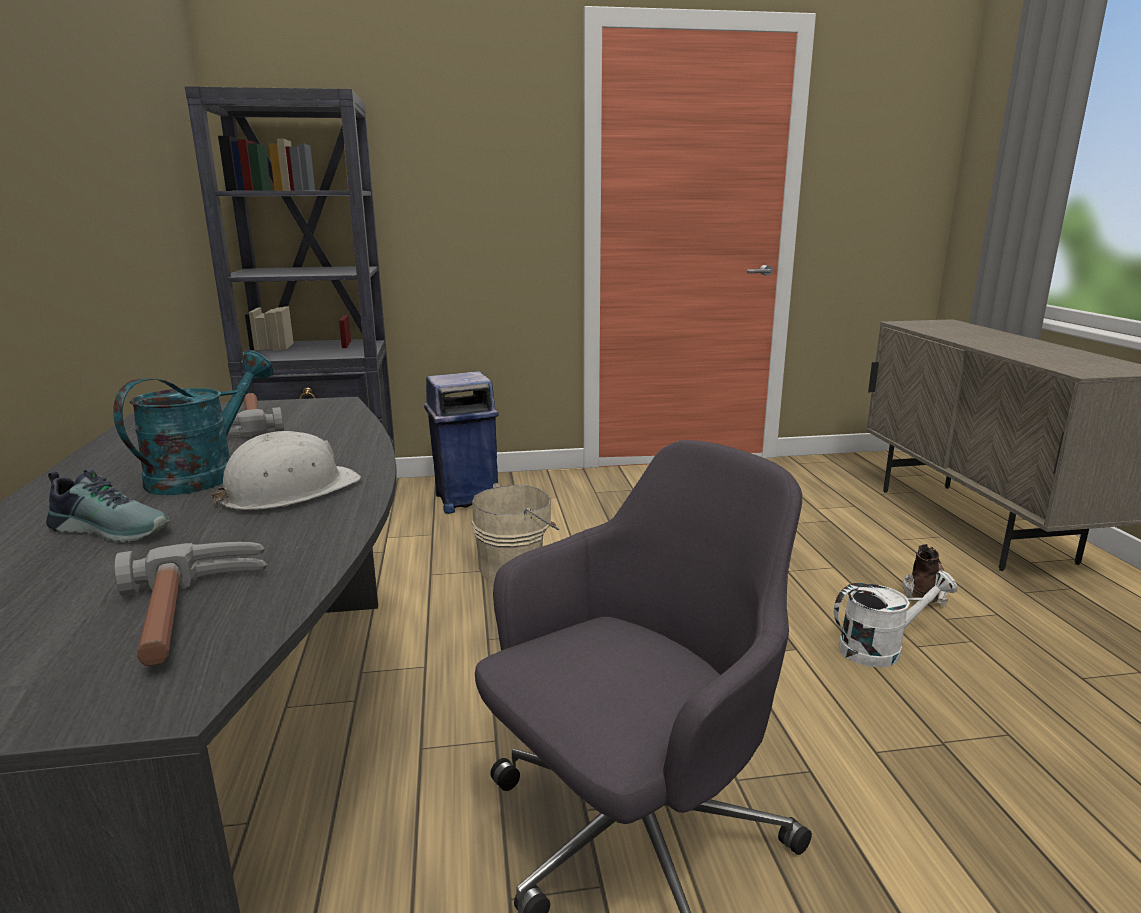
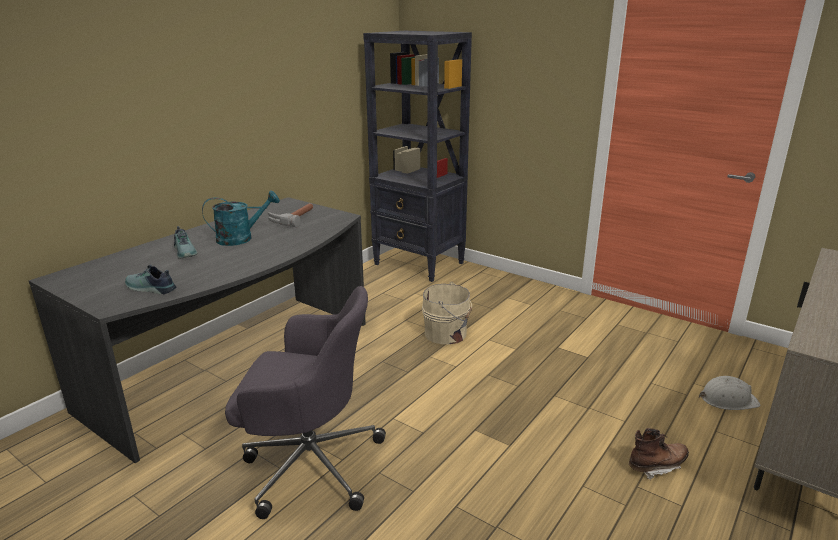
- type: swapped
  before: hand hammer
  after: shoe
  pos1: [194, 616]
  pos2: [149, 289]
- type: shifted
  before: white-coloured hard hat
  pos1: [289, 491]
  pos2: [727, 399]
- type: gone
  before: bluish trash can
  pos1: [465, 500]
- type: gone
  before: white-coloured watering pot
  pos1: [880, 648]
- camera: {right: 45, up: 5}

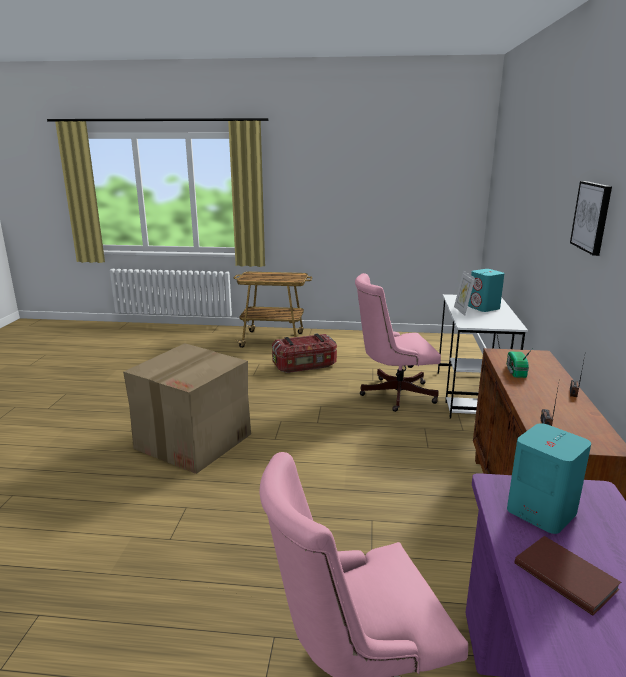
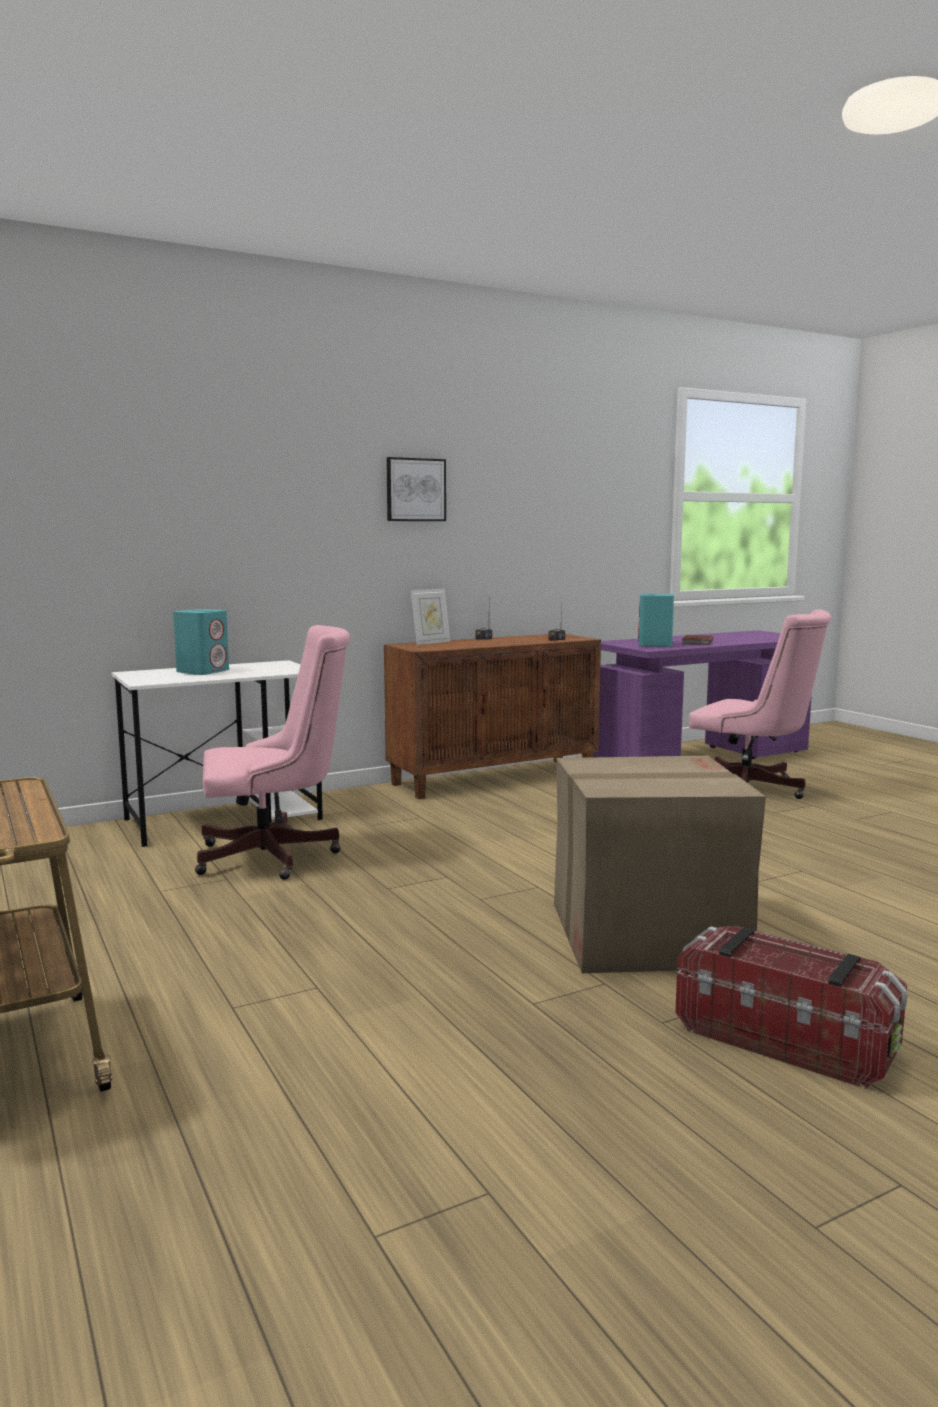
- type: shifted
  before: storage bin
  pos1: [305, 366]
  pos2: [785, 1039]
- type: rotated
  before: pink office chair
  pos1: [392, 394]
  pos2: [276, 856]
  turn: -60
- type: shifted
  before: picture frame
  pos1: [462, 311]
  pos2: [431, 642]
- type: gone
  before: radio receiver
  pos1: [515, 372]
- camera: {right: -125, up: -10}

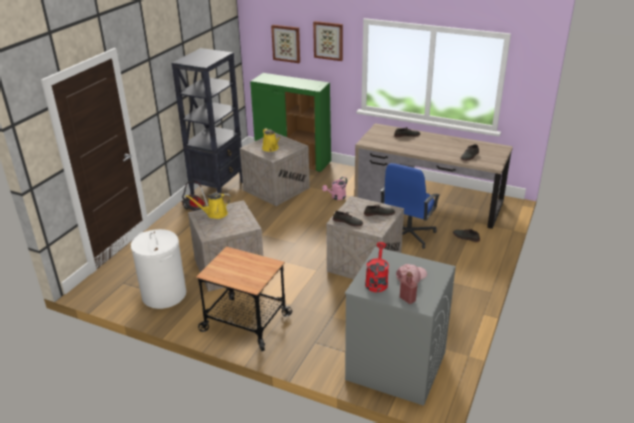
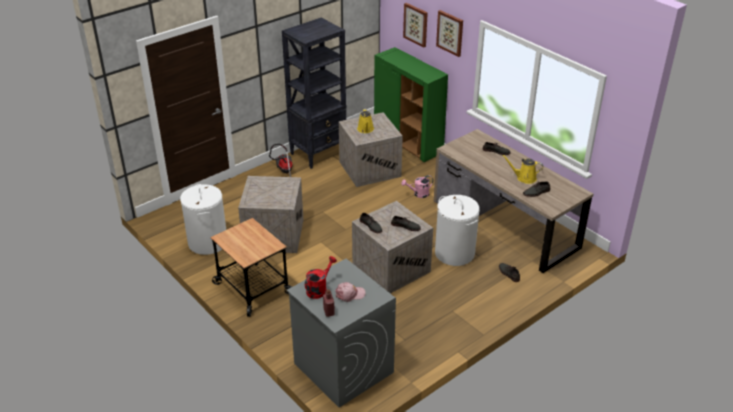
- type: shifted
  before: yellow watering pot
  pos1: [215, 214]
  pos2: [524, 178]
- type: swapped
  before: bluish office chair
  after: white-coloured washing basket
  pos1: [408, 235]
  pos2: [454, 253]
- camera: {right: 25, up: 5}

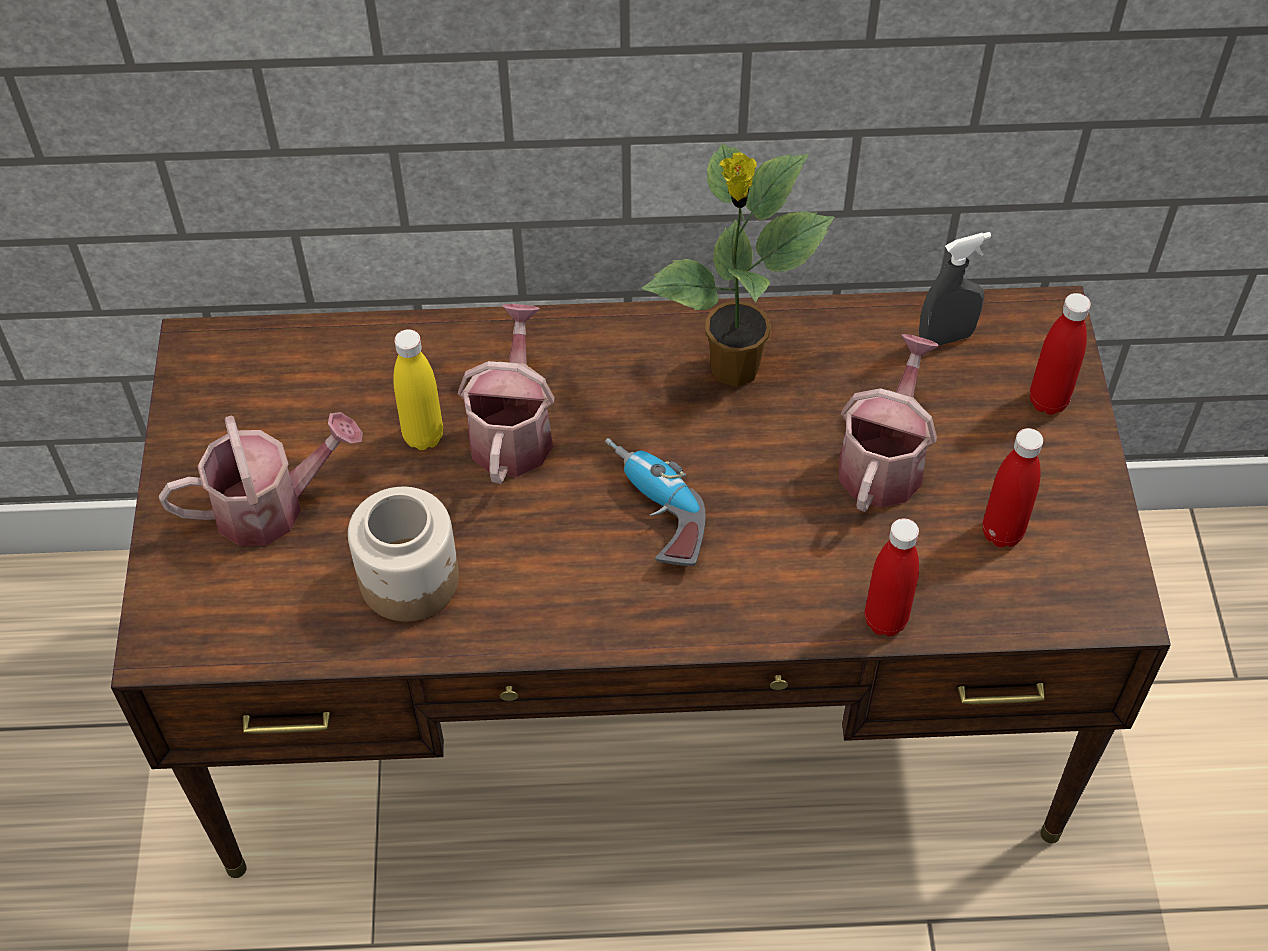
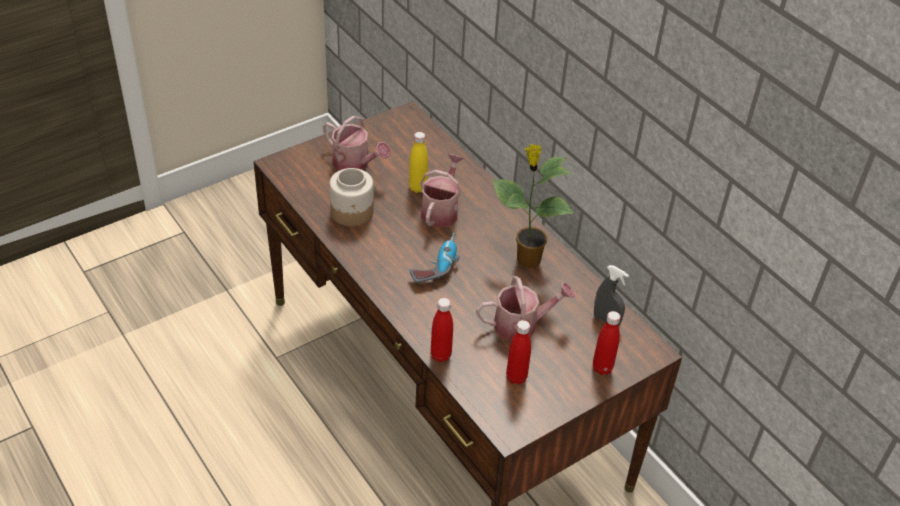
- type: rotated
  before: watering pot
  pos1: [512, 430]
  pos2: [441, 210]
  turn: -45
- camera: {right: 55, up: -10}

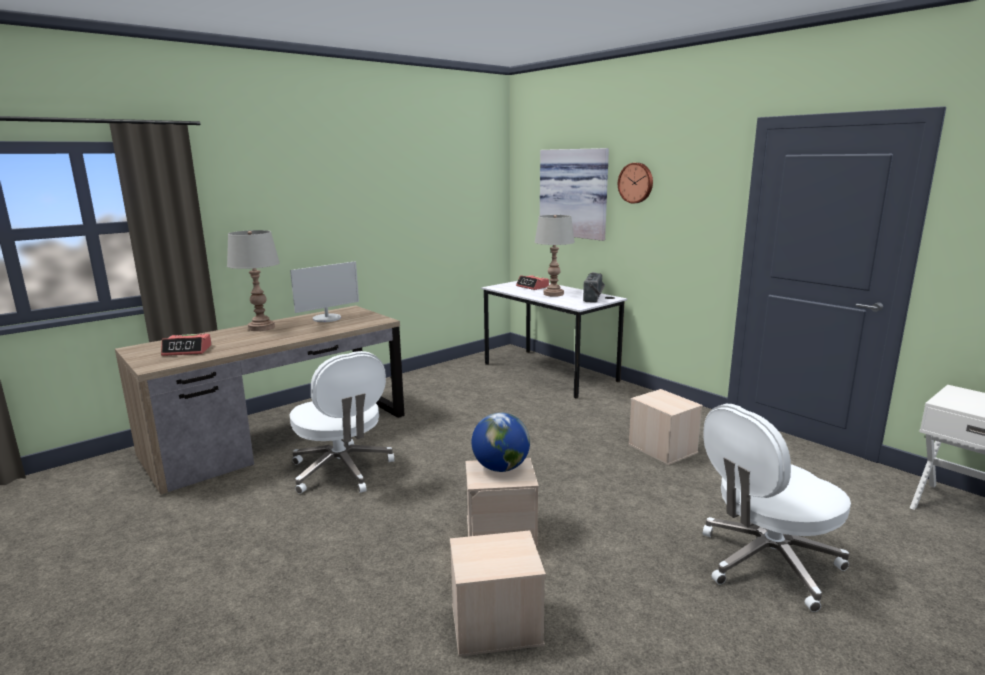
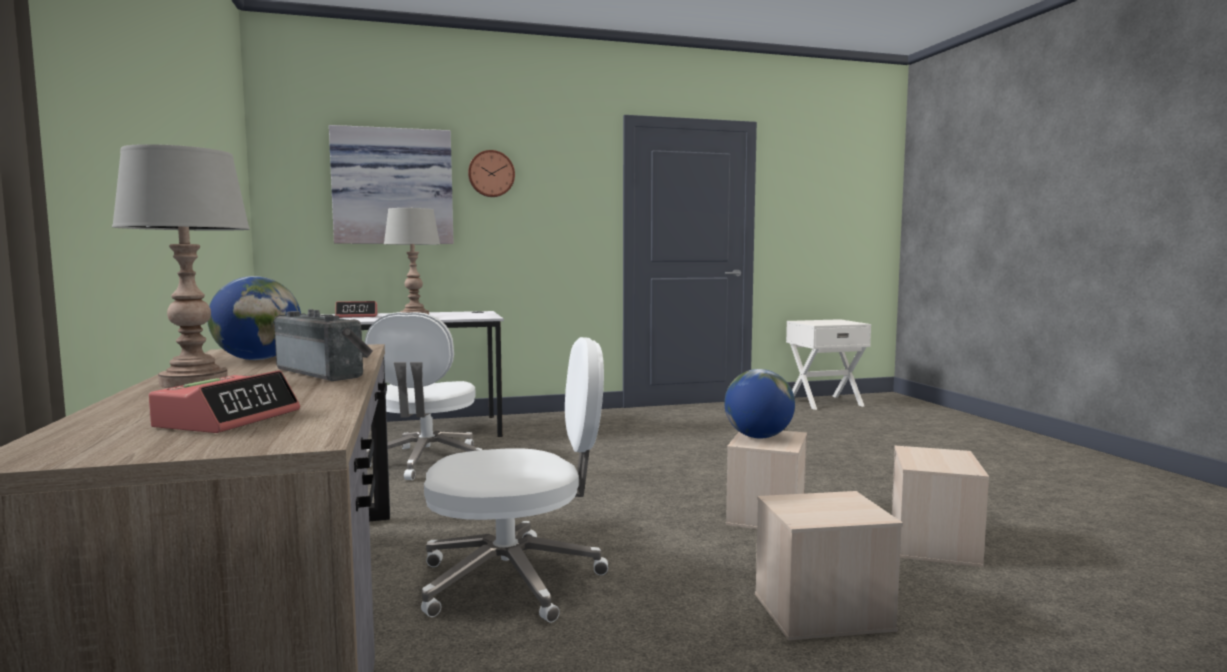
- type: swapped
  before: monitor
  after: world globe
  pos1: [327, 318]
  pos2: [257, 359]
- type: shifted
  before: radio receiver
  pos1: [595, 298]
  pos2: [325, 372]
- type: shifted
  before: beige-coloured storage bin
  pos1: [661, 448]
  pos2: [821, 612]
- type: shifted
  before: white-coloured office chair
  pos1: [766, 563]
  pos2: [426, 462]
- camera: {right: -65, up: -10}

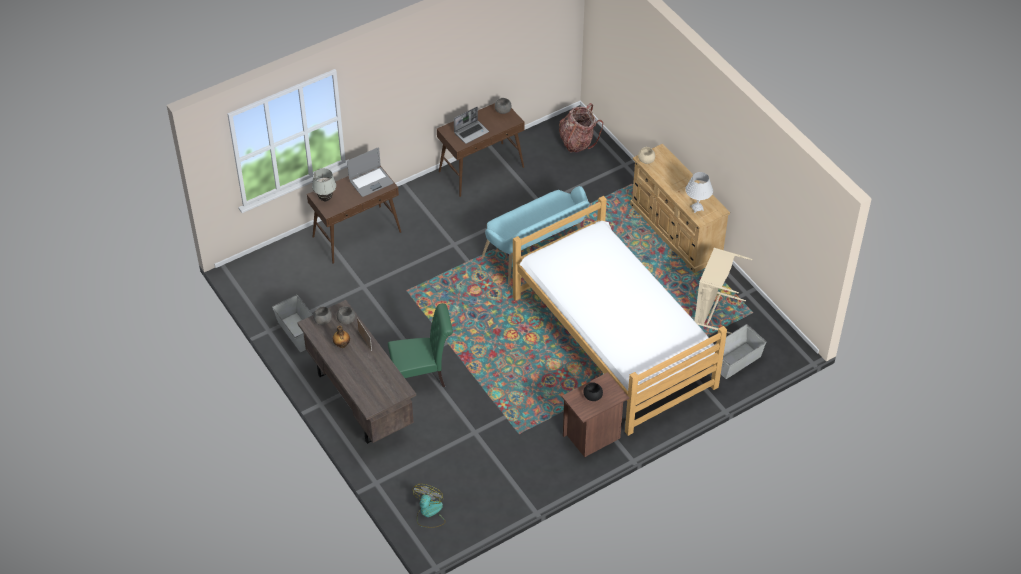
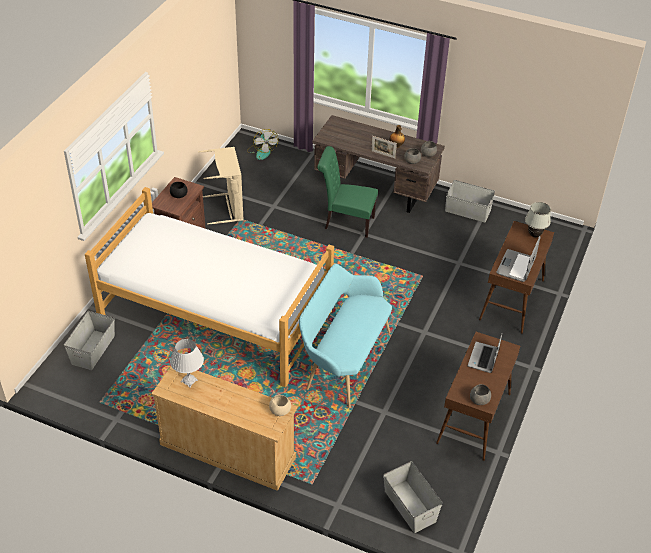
- type: rotated
  before: green chair
  pos1: [422, 377]
  pos2: [346, 222]
  turn: 60
- type: swapped
  before: rucksack
  after: greyish storage bin
  pos1: [577, 142]
  pos2: [409, 506]
- type: shifted
  before: beige-coloured washing basket
  pos1: [714, 310]
  pos2: [228, 208]
- camera: {right: 145, up: -5}

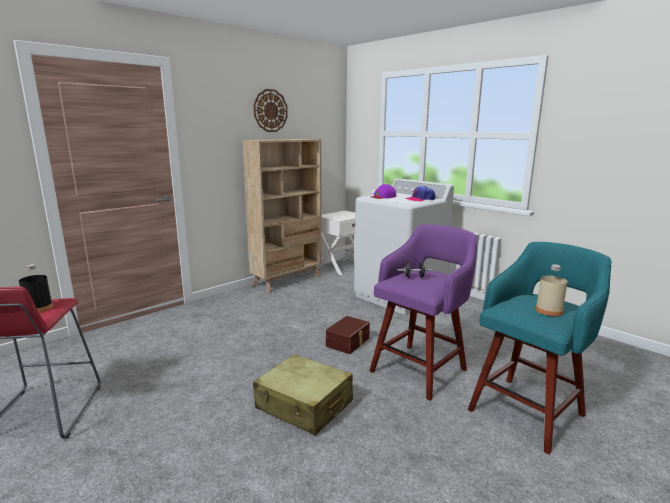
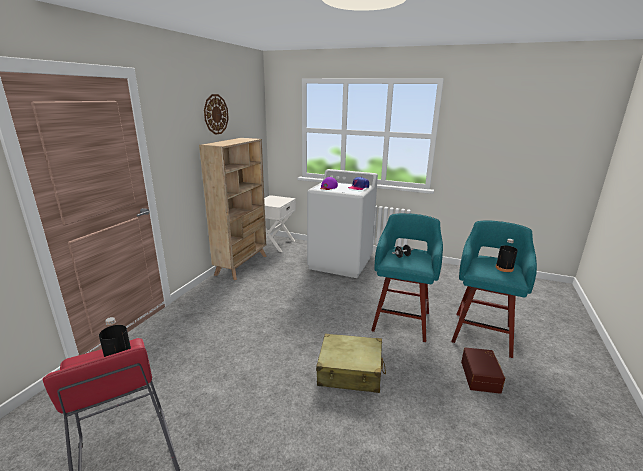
- type: shifted
  before: brownish storage bin
  pos1: [348, 342]
  pos2: [481, 376]
- type: repainted
  before: purple-coloured sitting stool
  after: blue-green sitting stool
  pos1: [420, 369]
  pos2: [401, 320]
- type: repainted
  before: beige-coloured beverage bottle
  after: black beverage bottle
  pos1: [549, 311]
  pos2: [504, 268]
- camera: {right: -25, up: 5}

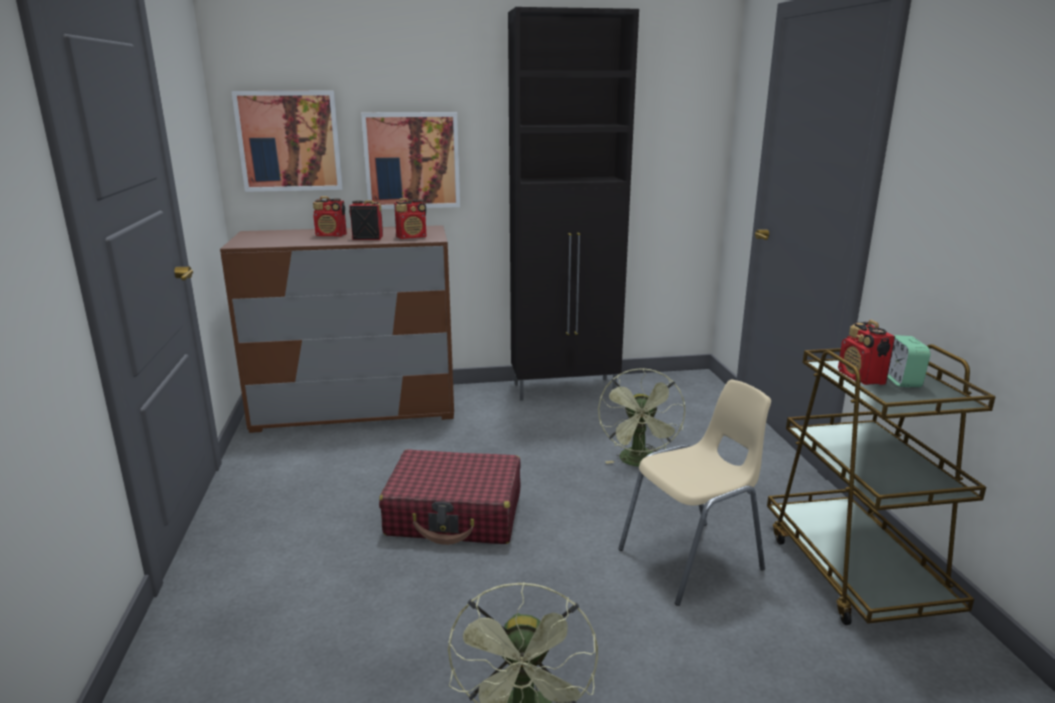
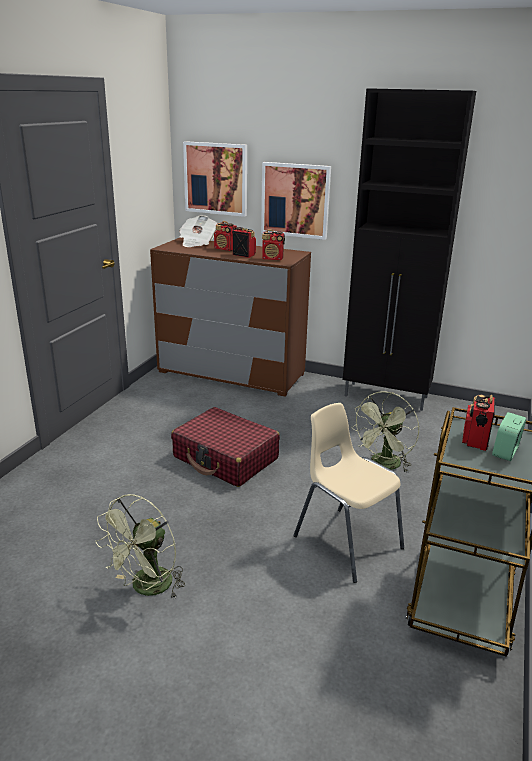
- type: rotated
  before: beige-coloured chair
  pos1: [692, 560]
  pos2: [346, 542]
  turn: -135
- type: new
  after: newspaper
  pos2: [197, 243]
- camera: {right: 30, up: 5}

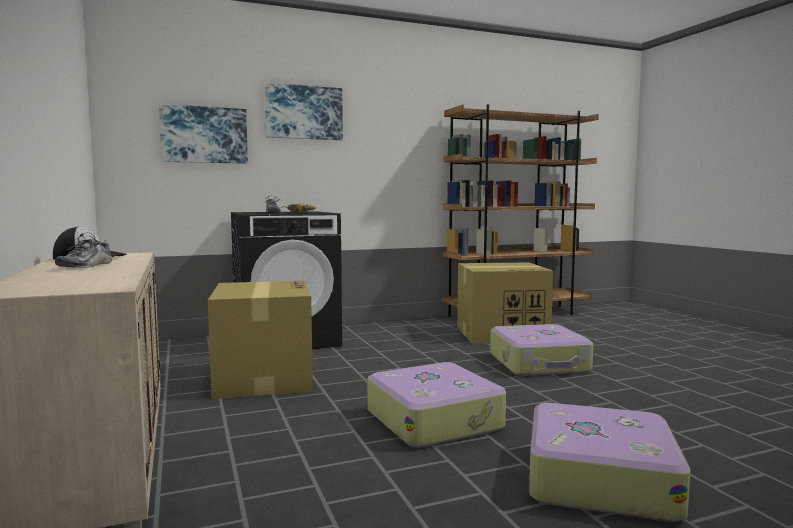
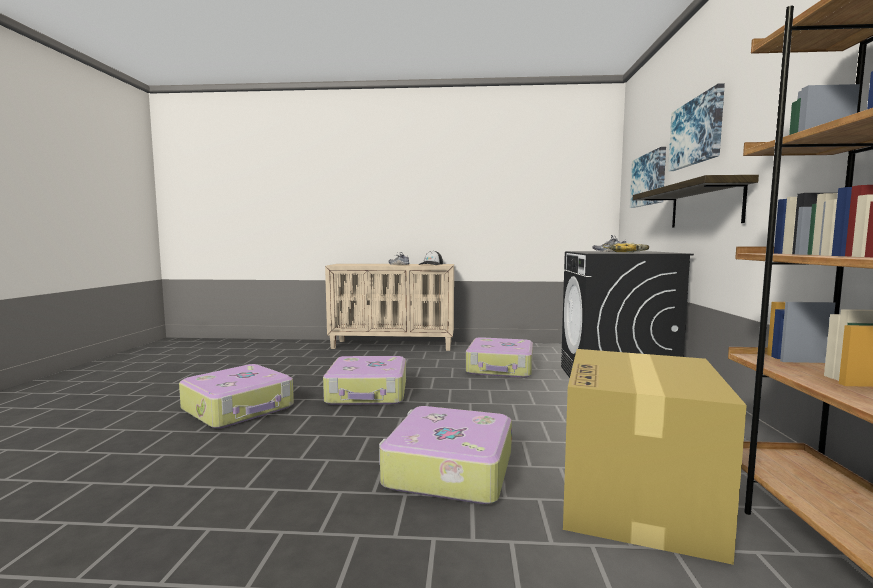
- type: swapped
  before: carton
  after: piece of luggage
  pos1: [263, 377]
  pos2: [500, 368]
- type: new
  after: wall shelf
  pos2: [705, 206]
- camera: {right: 115, up: 0}

